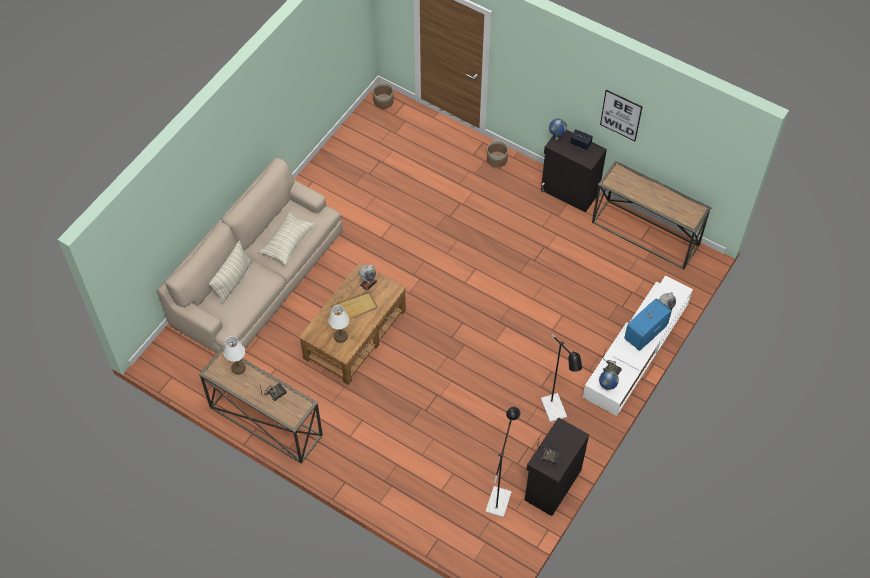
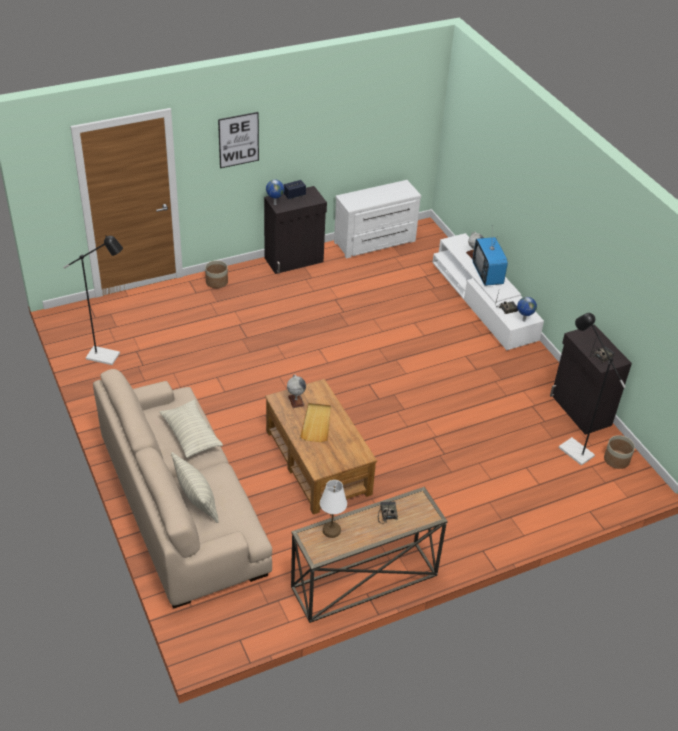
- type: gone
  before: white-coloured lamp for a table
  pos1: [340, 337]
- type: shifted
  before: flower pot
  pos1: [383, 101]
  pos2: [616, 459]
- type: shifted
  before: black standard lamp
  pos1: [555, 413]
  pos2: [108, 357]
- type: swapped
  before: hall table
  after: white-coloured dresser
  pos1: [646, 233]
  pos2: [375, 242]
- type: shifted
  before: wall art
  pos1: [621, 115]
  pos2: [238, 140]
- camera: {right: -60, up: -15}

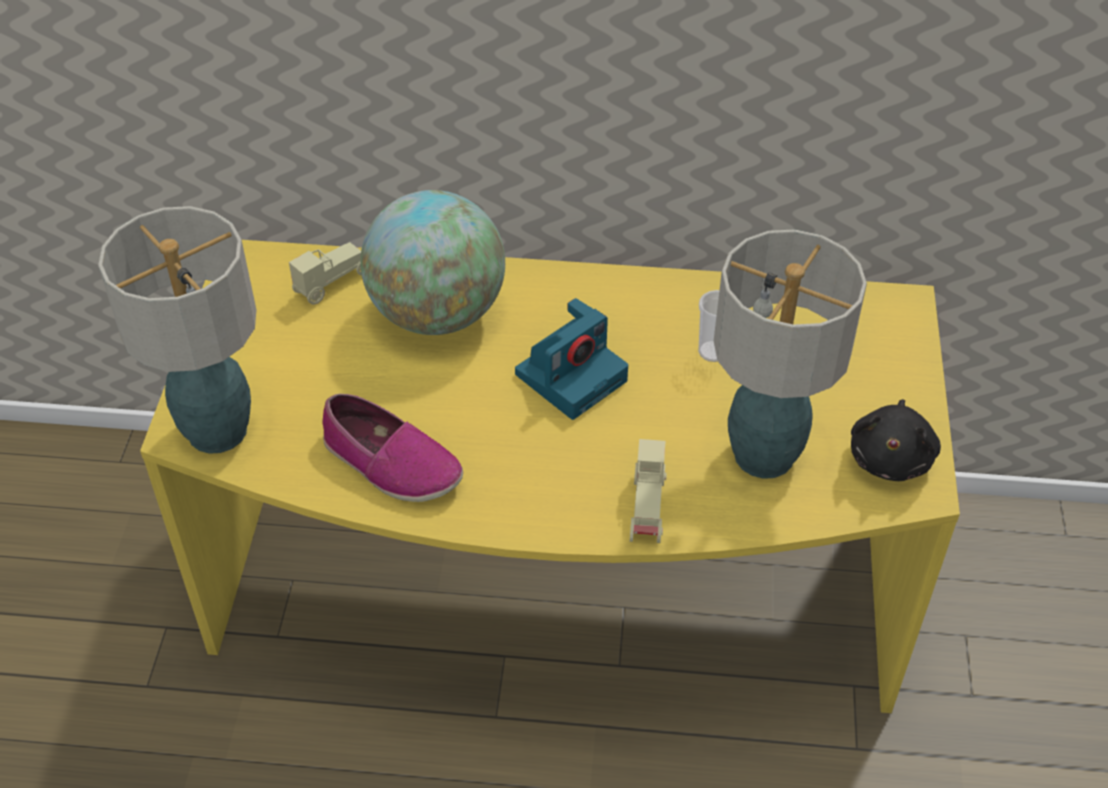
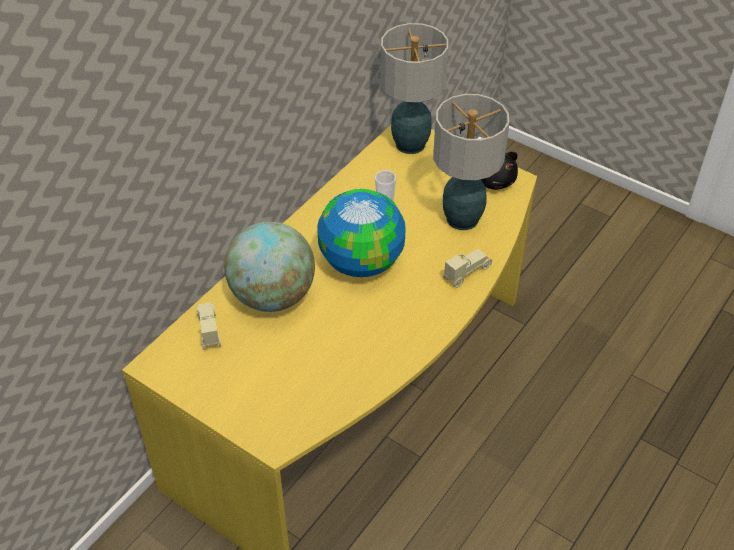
- type: shifted
  before: lamp for a table
  pos1: [219, 431]
  pos2: [411, 144]
- type: gone
  before: shoe
  pos1: [391, 463]
- type: swapped
  before: photo camera
  after: world globe
  pos1: [572, 375]
  pos2: [360, 262]
- type: rotated
  before: beige-coloured model car
  pos1: [648, 509]
  pos2: [467, 273]
  turn: -75
- camera: {right: -60, up: 0}

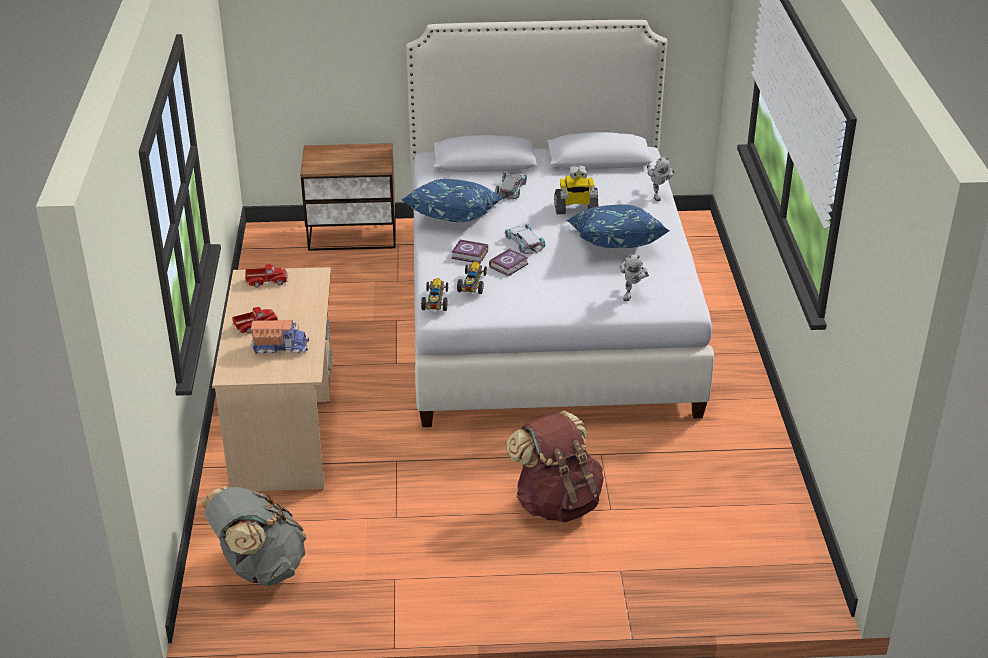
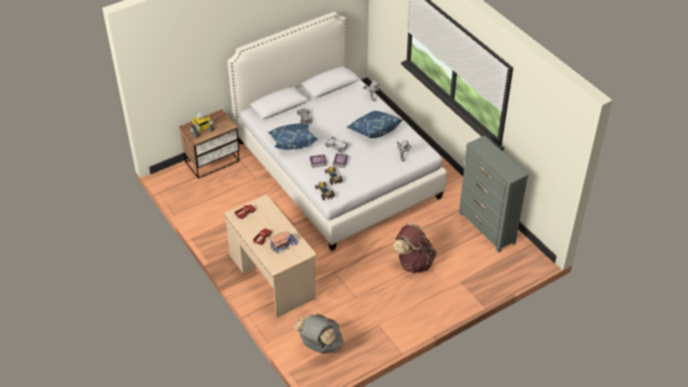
- type: shifted
  before: model robot
  pos1: [575, 209]
  pos2: [202, 131]
- type: new
  after: greyish dresser
  pos2: [487, 228]
- camera: {right: -30, up: 10}

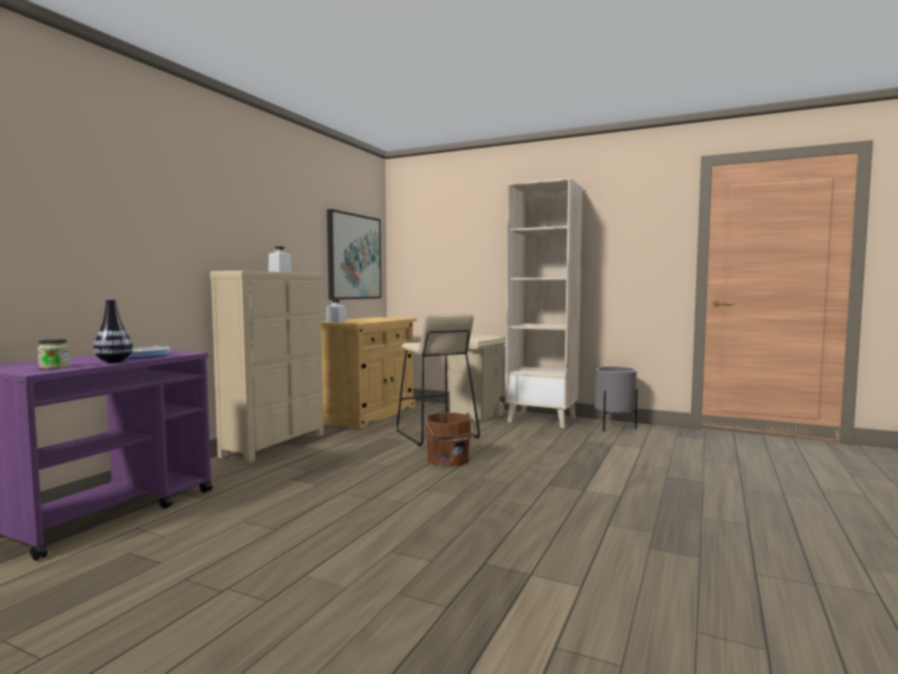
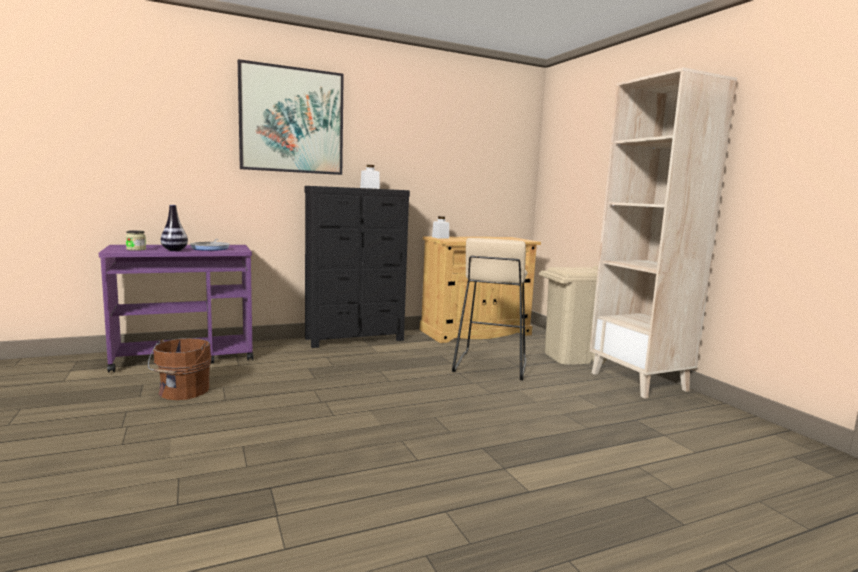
- type: repainted
  before: beige-coloured dresser
  after: black dresser
  pos1: [276, 445]
  pos2: [355, 339]
- type: shifted
  before: wall art
  pos1: [354, 257]
  pos2: [292, 120]
- type: shifted
  before: brownish bucket
  pos1: [448, 460]
  pos2: [182, 392]
- type: gone
  before: greyish flower pot
  pos1: [614, 427]
- camera: {right: 40, up: 5}

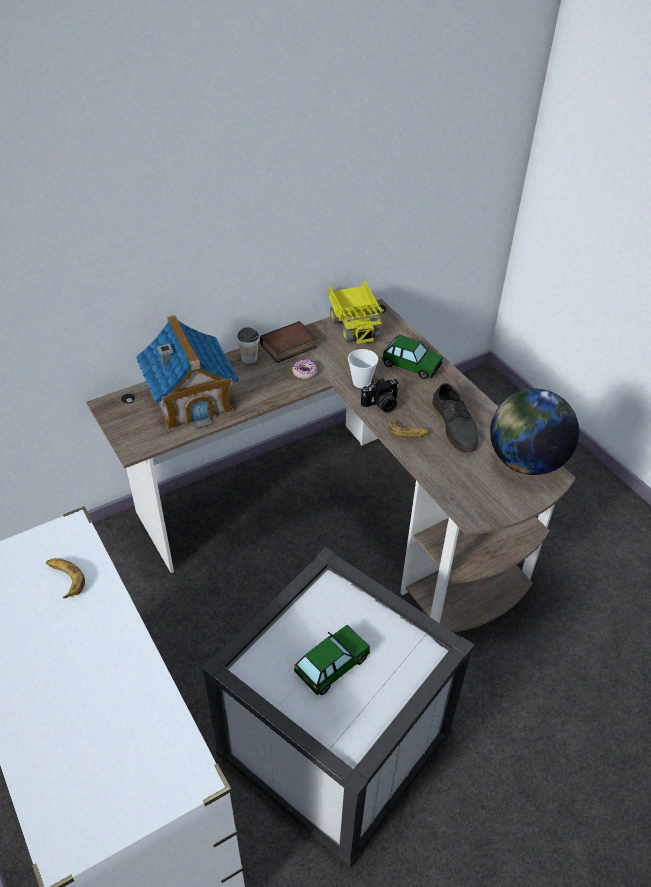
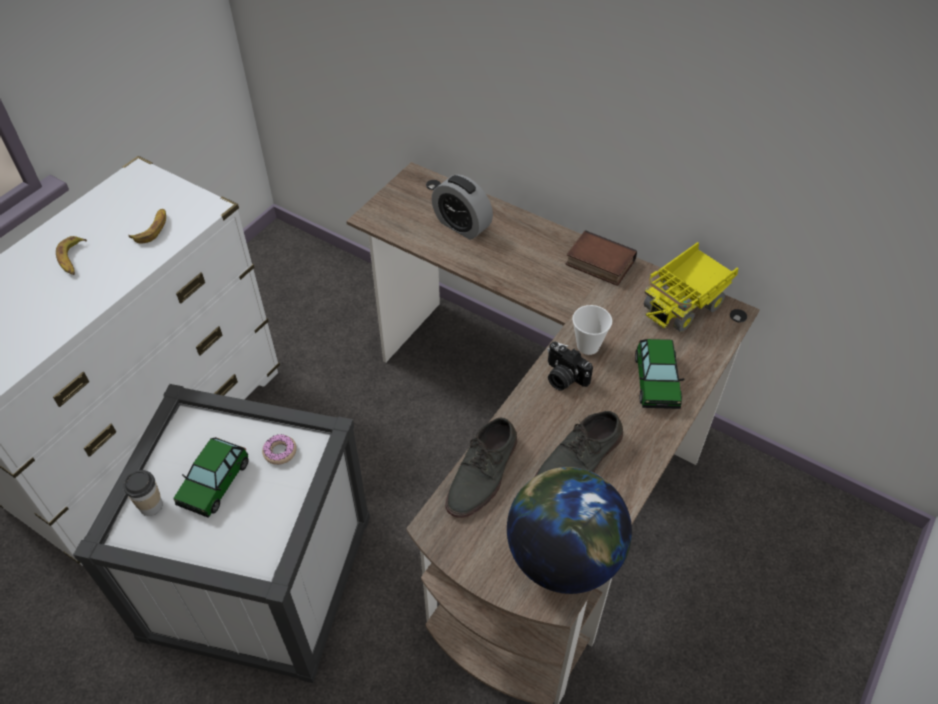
- type: swapped
  before: toy house
  after: bedside clock
  pos1: [191, 399]
  pos2: [462, 225]
- type: shifted
  before: cup
  pos1: [249, 358]
  pos2: [151, 506]
- type: shifted
  before: doughnut
  pos1: [304, 372]
  pos2: [280, 452]
- type: rotated
  before: model car
  pos1: [332, 664]
  pos2: [214, 483]
  turn: 90
- type: shifted
  before: whole banana
  pos1: [408, 432]
  pos2: [73, 259]
- type: new
  after: greyish shoe
  pos2: [483, 474]
- camera: {right: 65, up: 5}

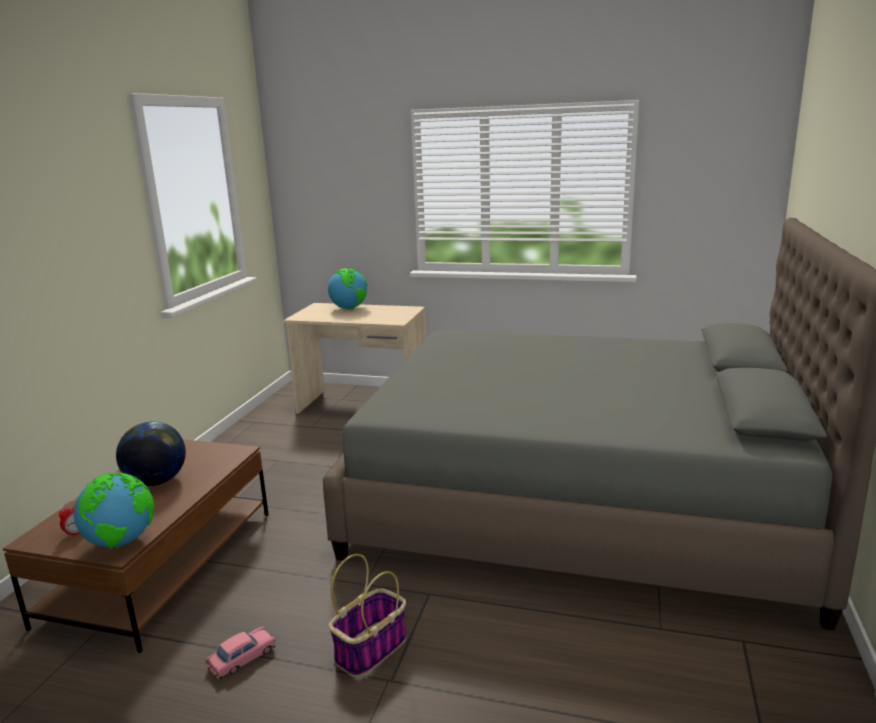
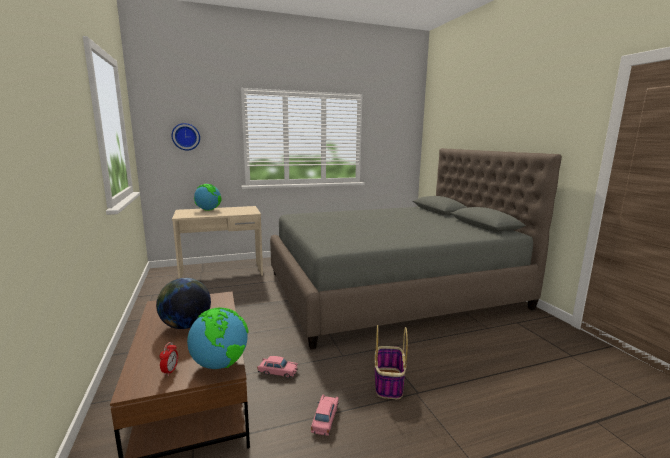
- type: new
  after: hanging clock
  pos2: [186, 136]
- type: new
  after: pink model car
  pos2: [277, 371]
- camera: {right: -35, up: -5}

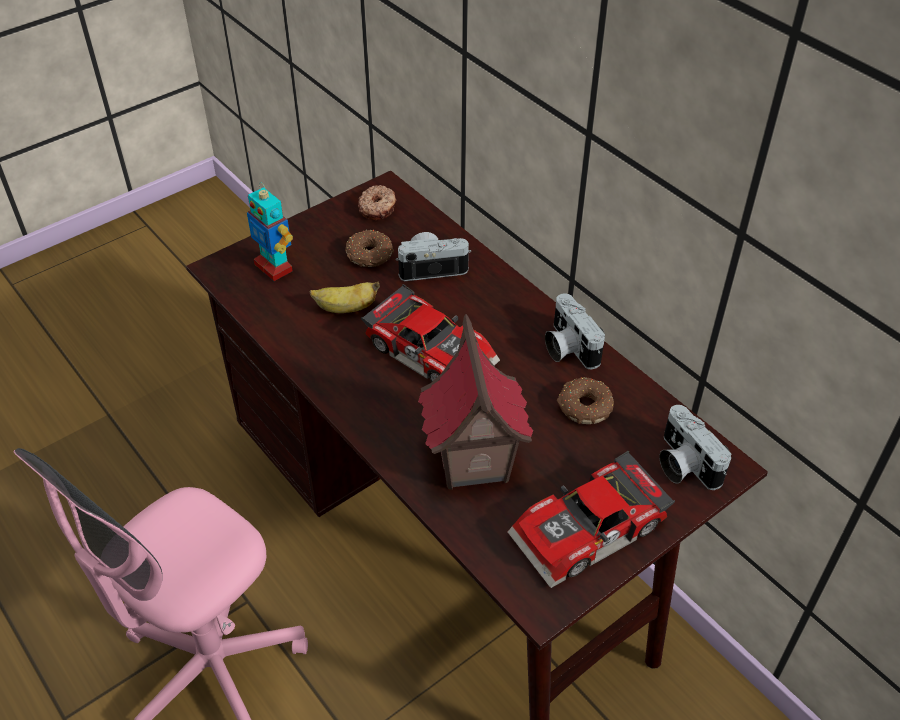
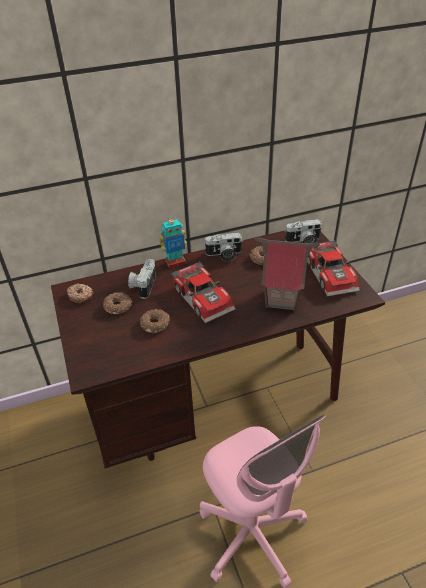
- type: shifted
  before: model robot
  pos1: [274, 267]
  pos2: [175, 262]
- type: swapped
  before: whole banana
  after: doughnut
  pos1: [345, 309]
  pos2: [155, 324]
- type: rotated
  before: model car
  pos1: [433, 350]
  pos2: [204, 297]
  turn: 90
- camera: {right: -70, up: -5}

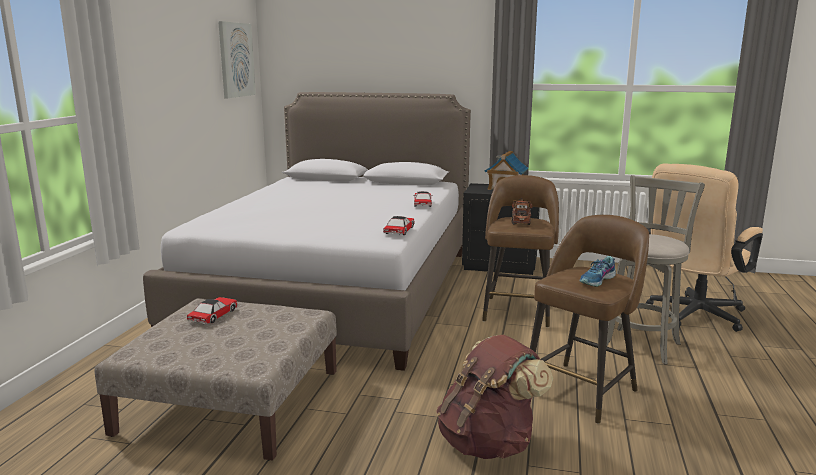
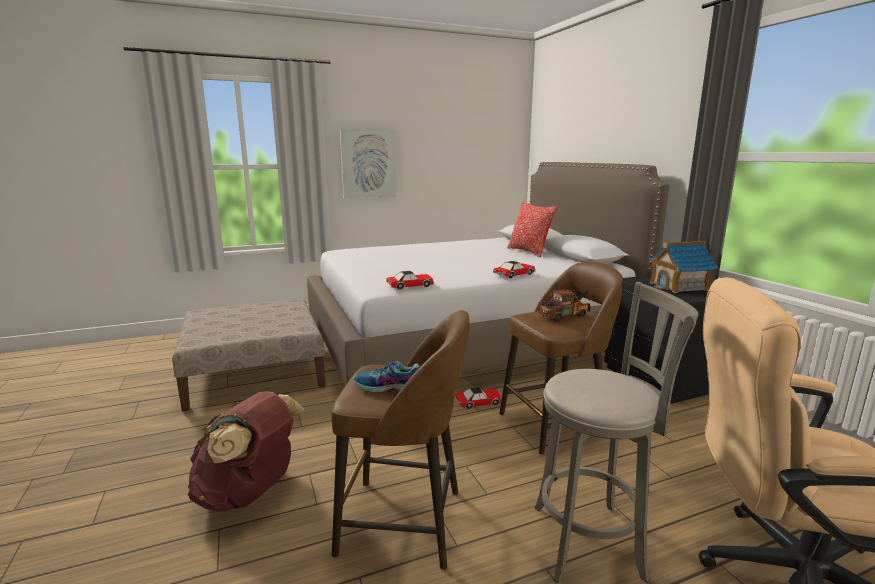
- type: shifted
  before: model car
  pos1: [213, 315]
  pos2: [478, 402]
- type: shifted
  before: wall art
  pos1: [236, 60]
  pos2: [368, 164]
- type: new
  after: cushion
  pos2: [529, 252]
- camera: {right: 55, up: 0}

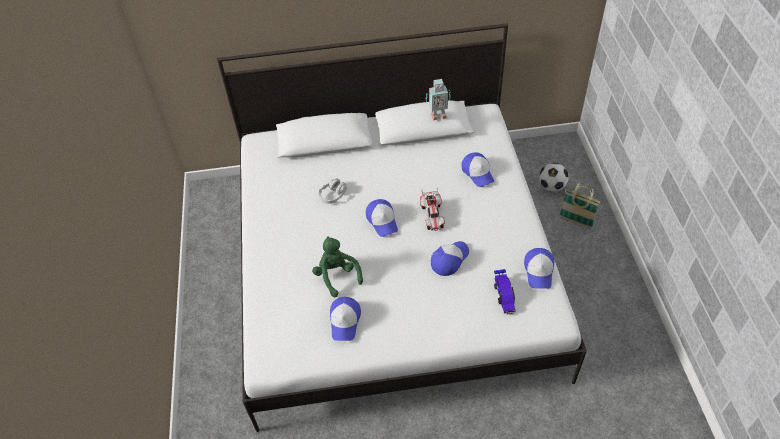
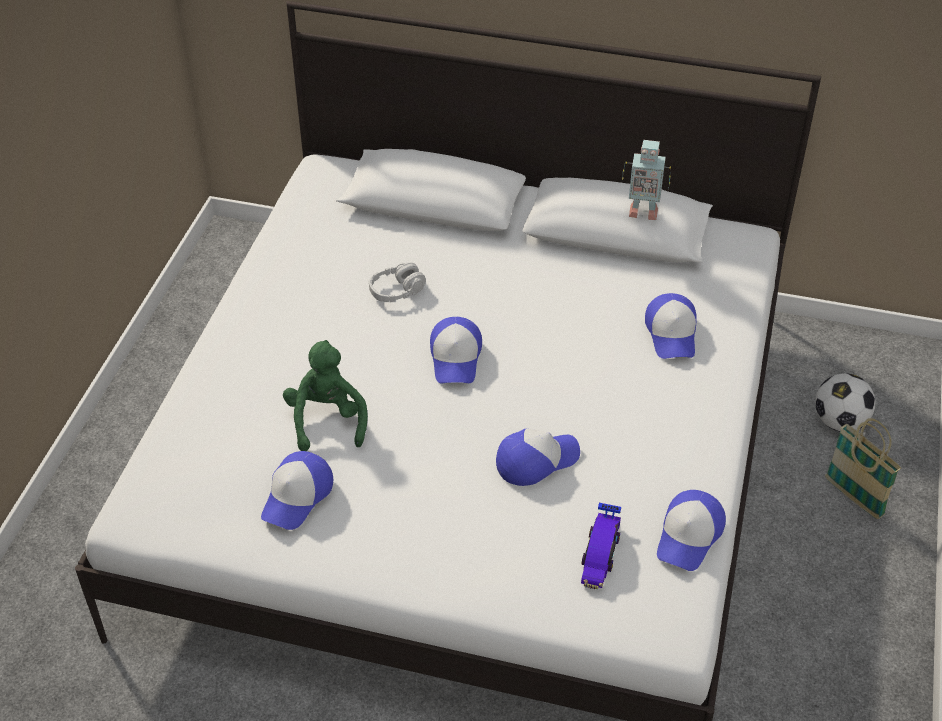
- type: gone
  before: model car
  pos1: [432, 216]
- camera: {right: 20, up: -5}

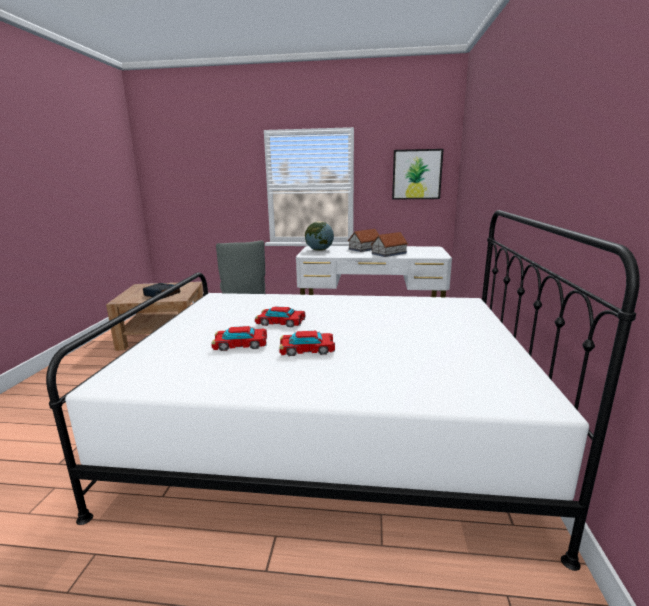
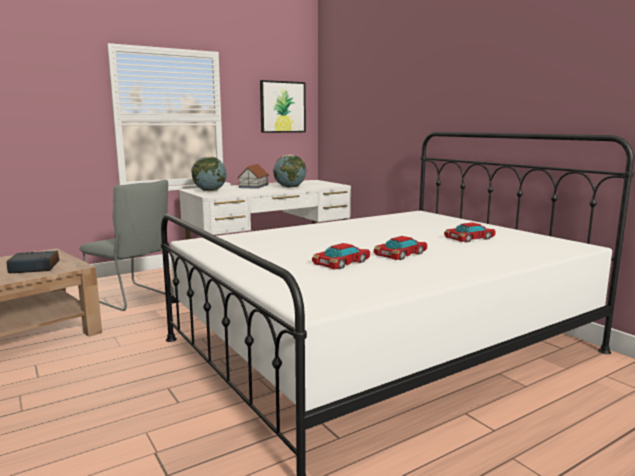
- type: shifted
  before: model car
  pos1: [280, 322]
  pos2: [470, 238]
- type: swapped
  before: toy house
  after: world globe
  pos1: [389, 253]
  pos2: [290, 187]
- camera: {right: -40, up: -5}

